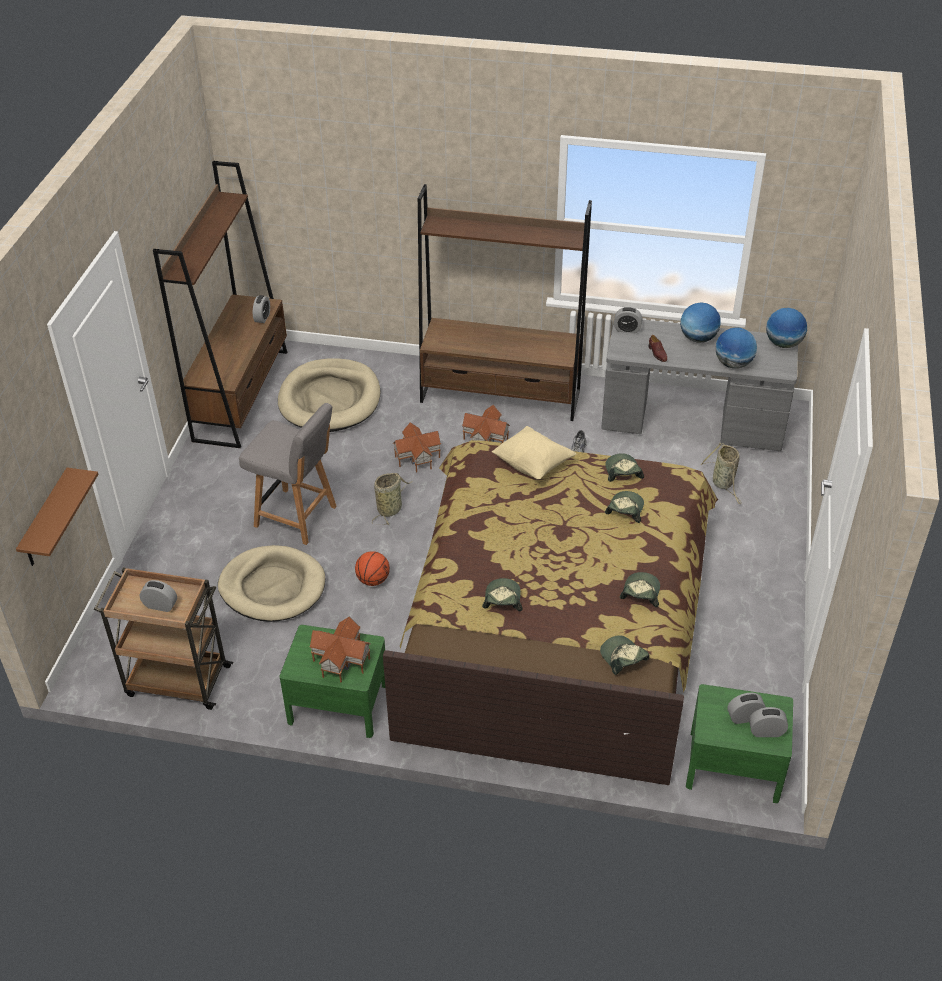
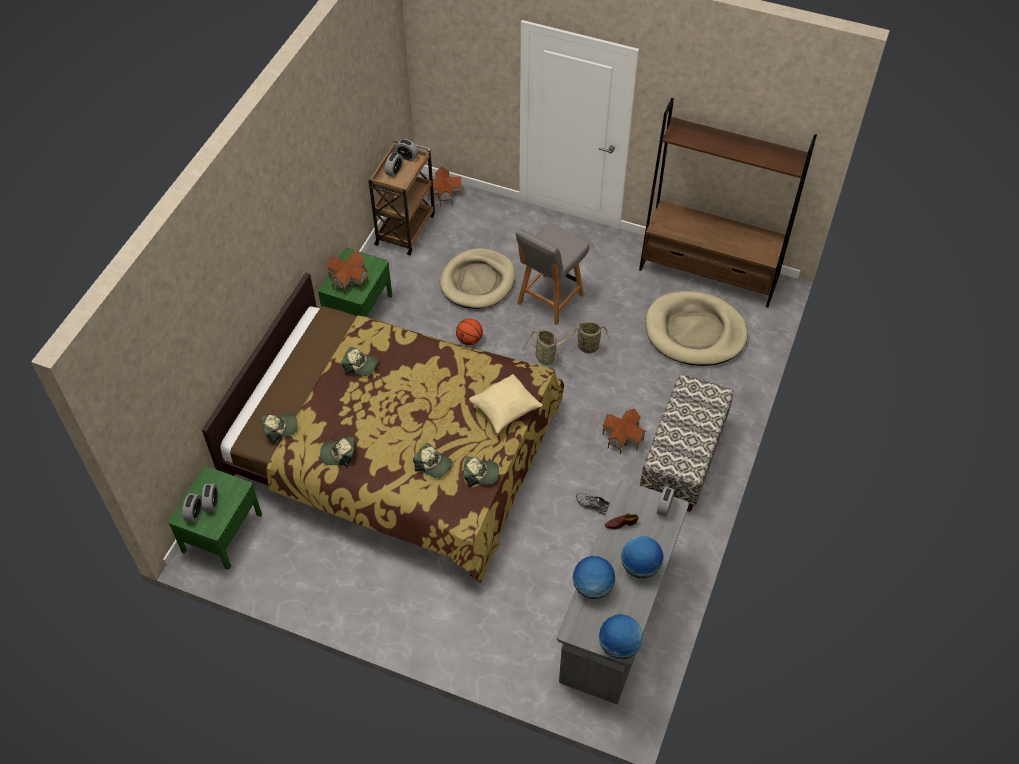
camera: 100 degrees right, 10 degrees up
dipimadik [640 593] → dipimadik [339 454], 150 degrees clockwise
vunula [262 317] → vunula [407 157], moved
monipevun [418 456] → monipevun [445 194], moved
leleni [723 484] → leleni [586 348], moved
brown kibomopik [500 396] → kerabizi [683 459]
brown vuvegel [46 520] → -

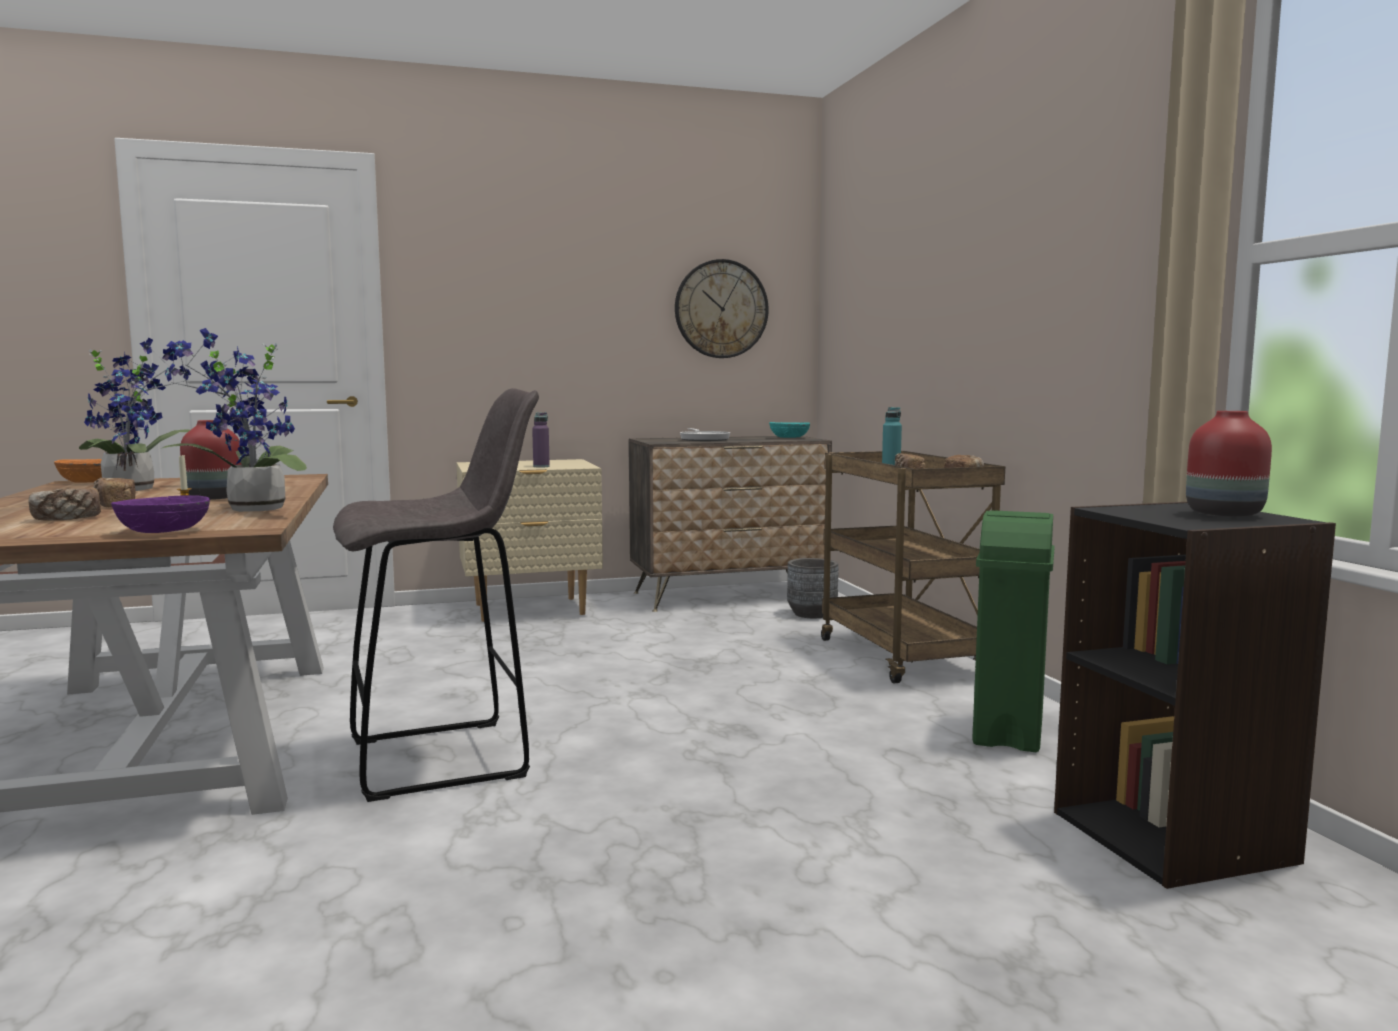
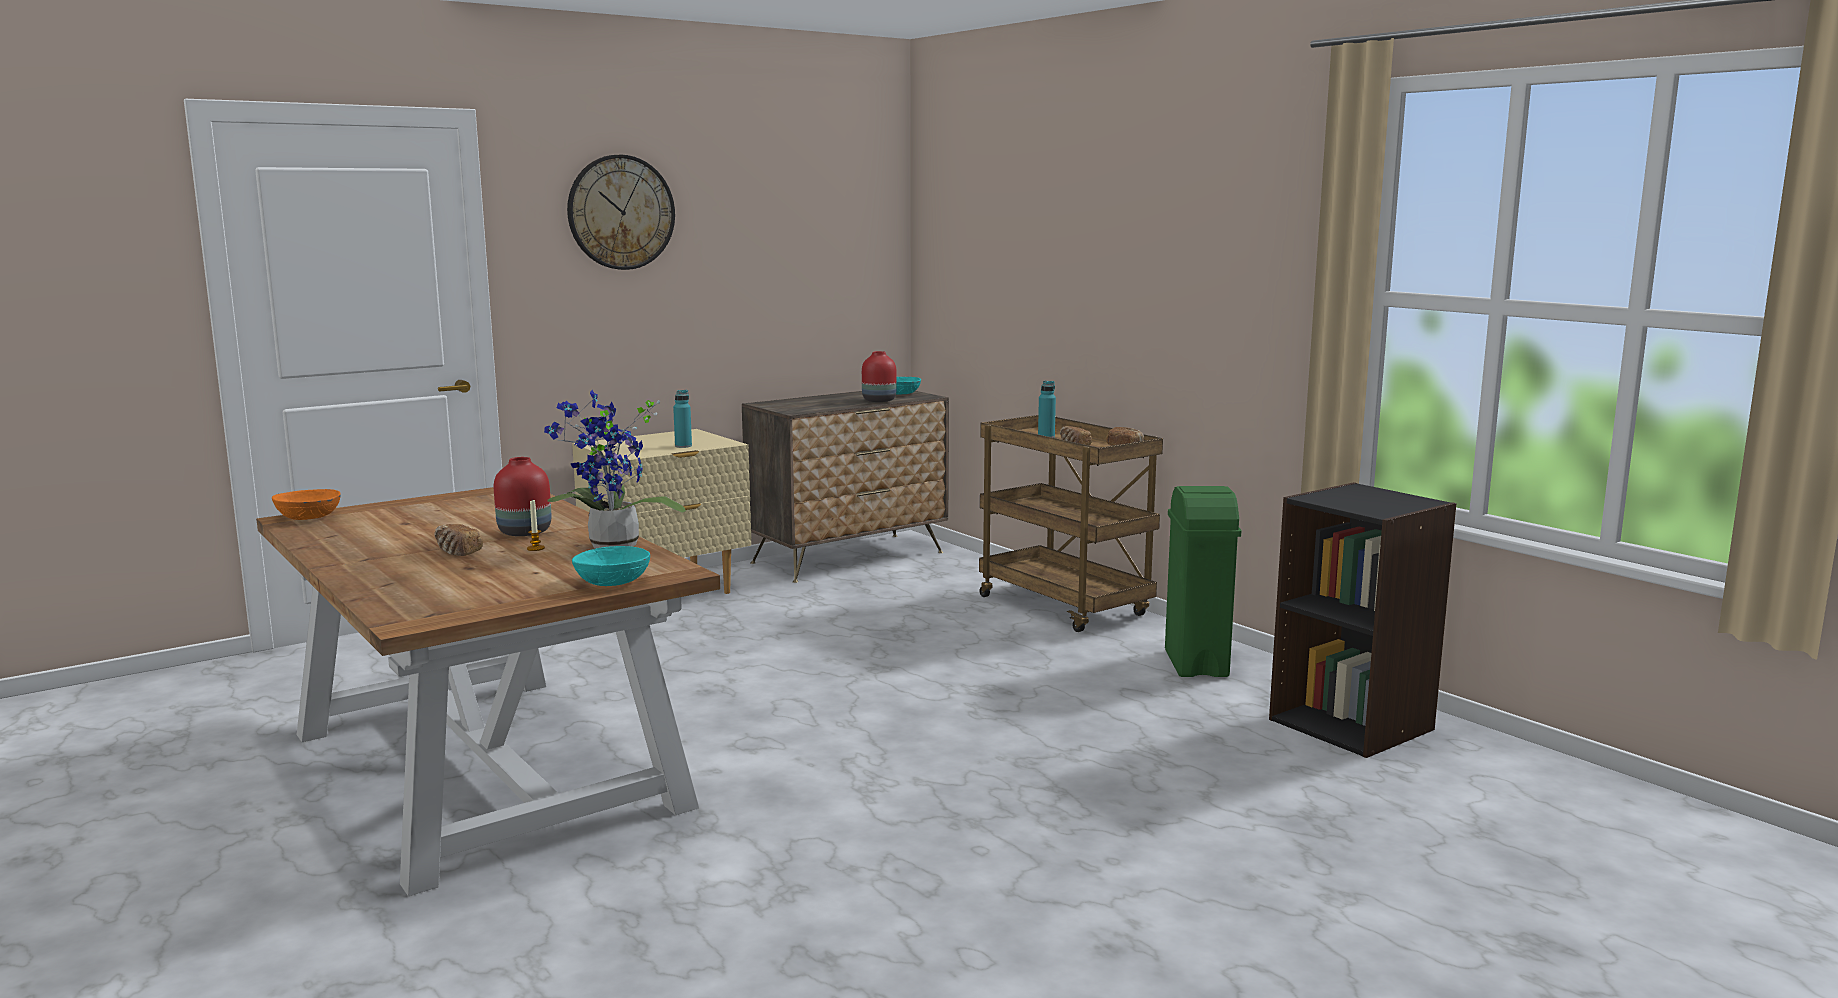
camera: 20 degrees left, 5 degrees up
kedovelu [721 309] → kedovelu [621 212], moved
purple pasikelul [164 531] → turquoise pasikelul [613 582]
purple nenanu [541 466] → turquoise nenanu [683 446]
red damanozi [1224 514] → red damanozi [879 401], moved
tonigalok [67 518] → -
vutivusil [135 489] → -
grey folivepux [445 758] → -
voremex [704 439] → -
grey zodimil [812 614] → -

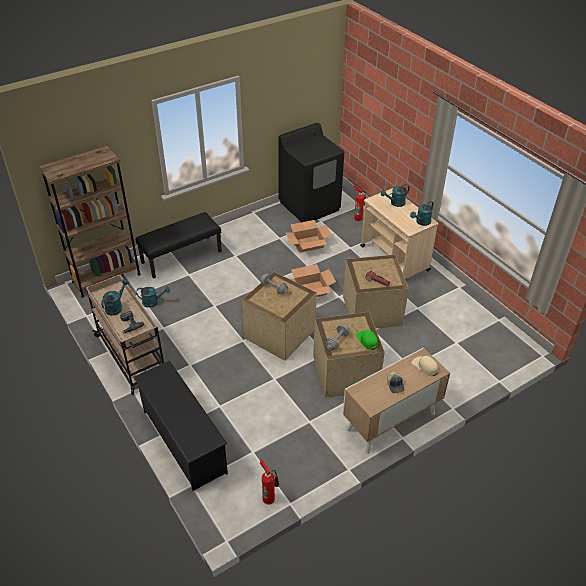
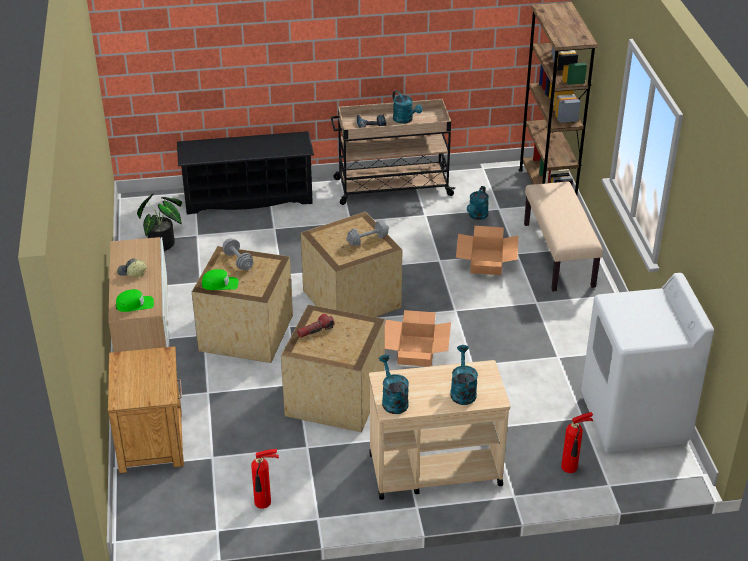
camera: 115 degrees right, 5 degrees down
- → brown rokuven [152 440]
beige dipimadik [425 366] → green dipimadik [135 304]
- → vutivusil [165 243]
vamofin [269 497] → vamofin [264 503], moved
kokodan [308 244] → kokodan [486 262], moved
black kerabizi [181 257] → beige kerabizi [559 255]
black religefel [310 206] → white religefel [634 419]

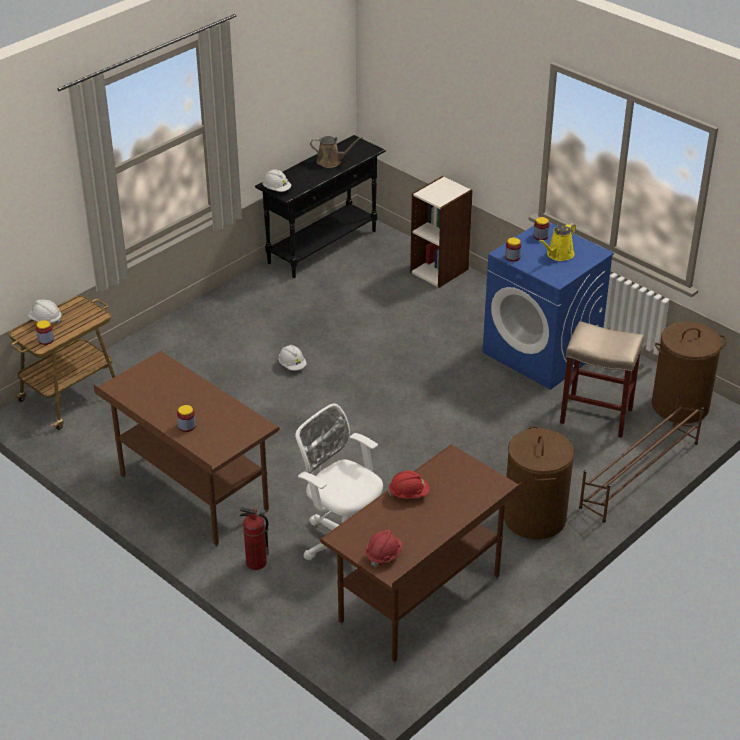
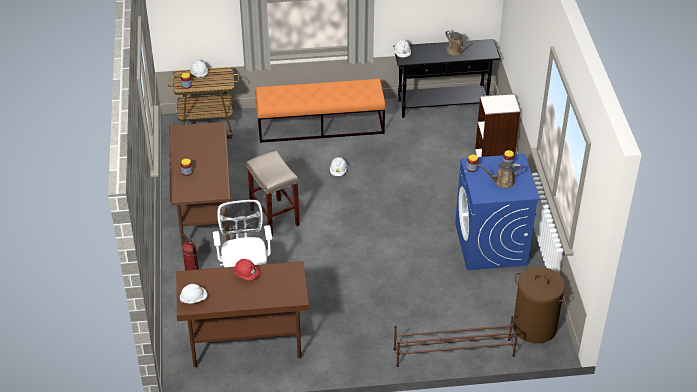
camera: 40 degrees right, 5 degrees up
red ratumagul [383 555] → white ratumagul [194 299]
beige folivepux [597 415] → beige folivepux [275 218], moved
- → orange kerabizi [321 126]
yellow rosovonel [558 255] → brown rosovonel [502 182]
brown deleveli [534 518] → -

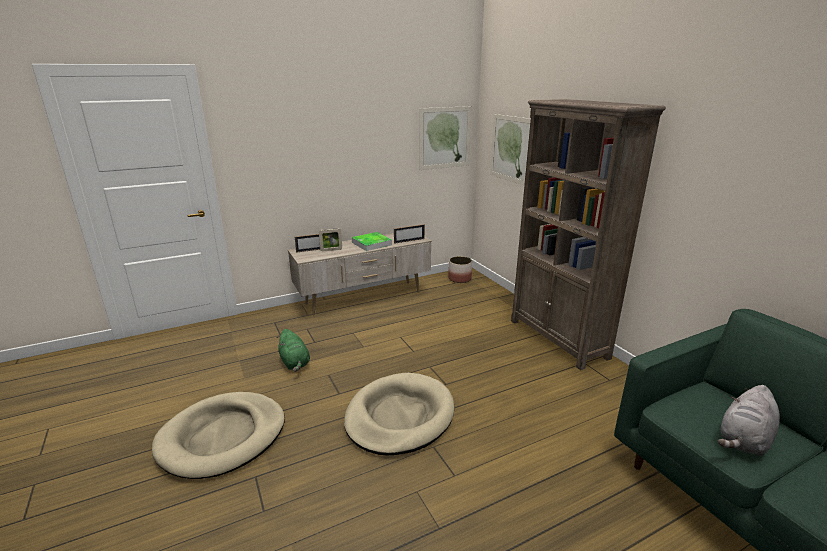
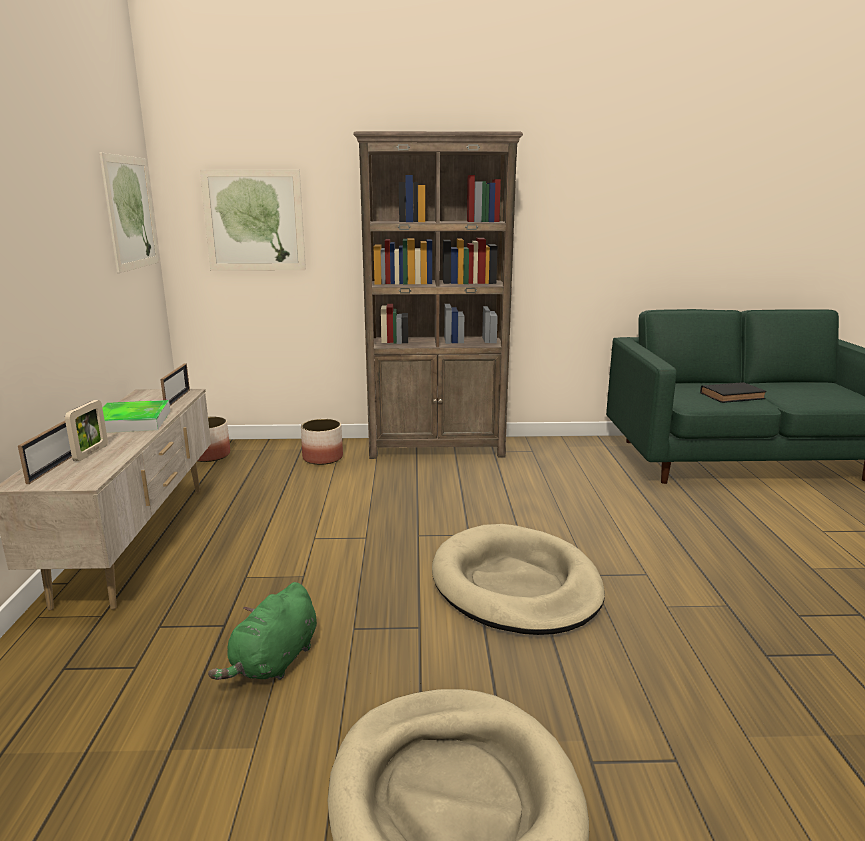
camera: 65 degrees left, 5 degrees down
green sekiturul [295 363] → green sekiturul [274 662], 120 degrees clockwise
- → zodimil [323 458]
grey sekiturul [743 440] → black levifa [733 396]

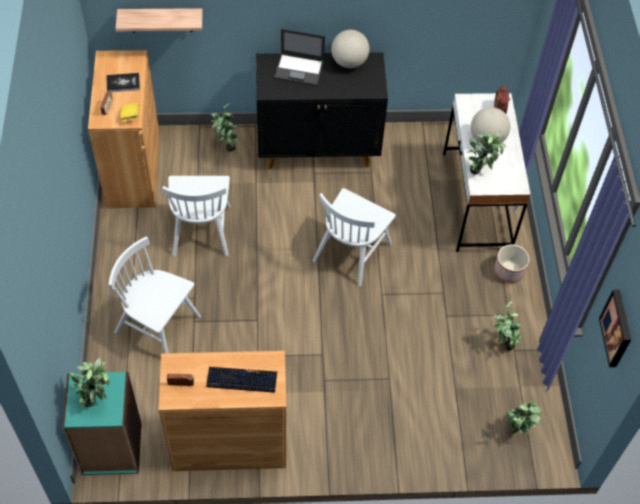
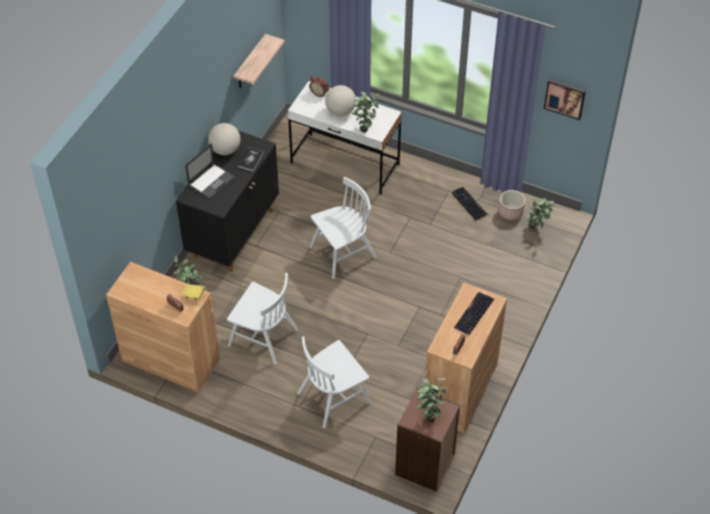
camera: 60 degrees left, 5 degrees down
vuvegel [161 20] → vuvegel [250 63], moved
levifa [123 83] → levifa [250 160], moved
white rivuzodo [352 251] → white rivuzodo [342 253], 90 degrees counterclockwise
turquoise kibomopik [111 449] → brown kibomopik [425 465]
vutivusil [503 343] → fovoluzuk [469 204]
zodimil [509 271] → zodimil [511 212], moved

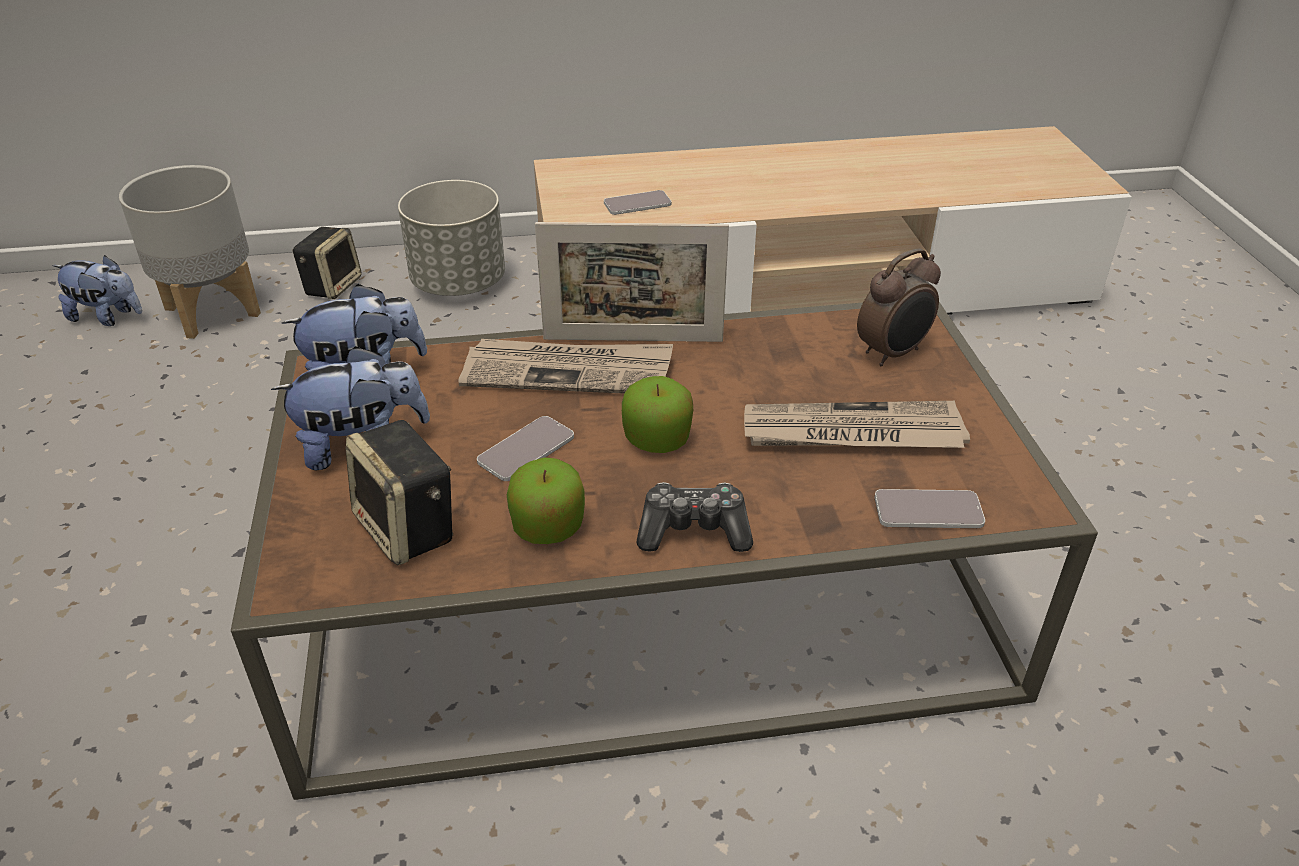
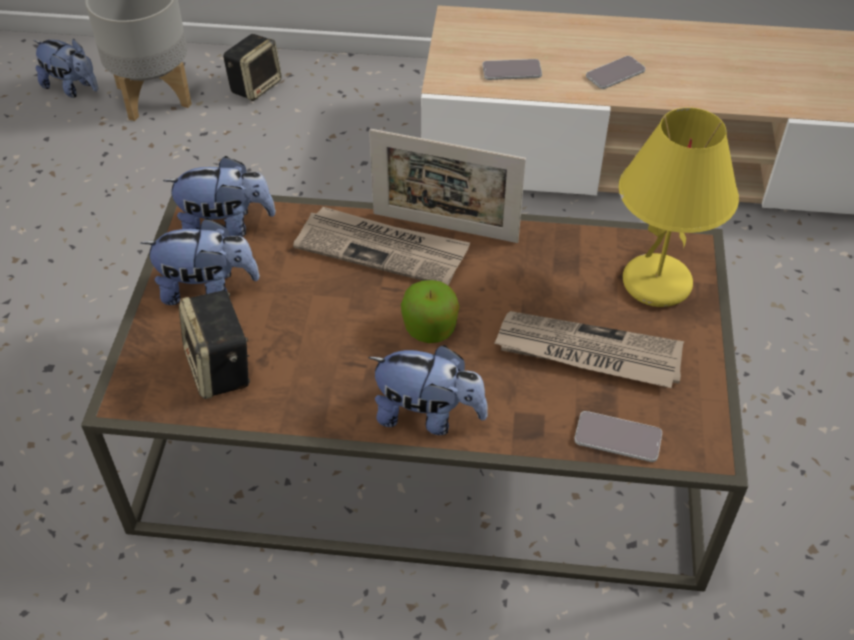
camera: 15 degrees right, 10 degrees up
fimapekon [694 530] → sekiturul [428 415]
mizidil [526 450] → mizidil [615 73], moved
vunula [893 353] → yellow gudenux [657 282]
grey zodimil [458 284] → -
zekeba [548 527] → -

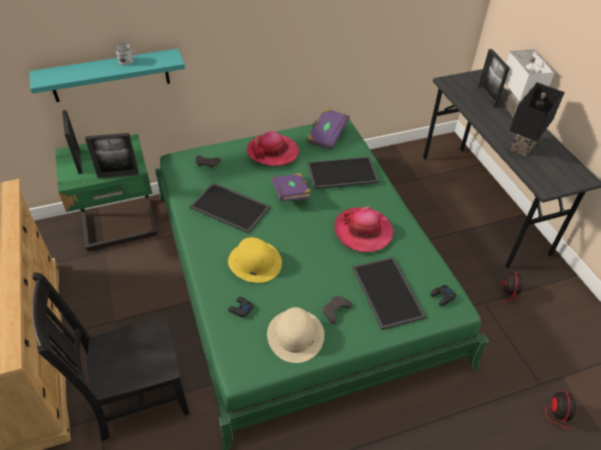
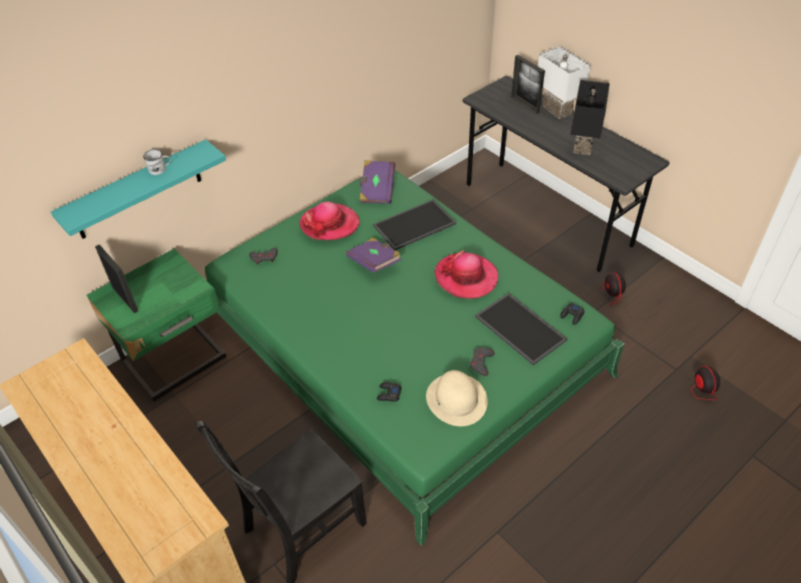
camera: 20 degrees left, 0 degrees up
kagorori [118 175] → -
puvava [231 207] → -
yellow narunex [254 262] → -

